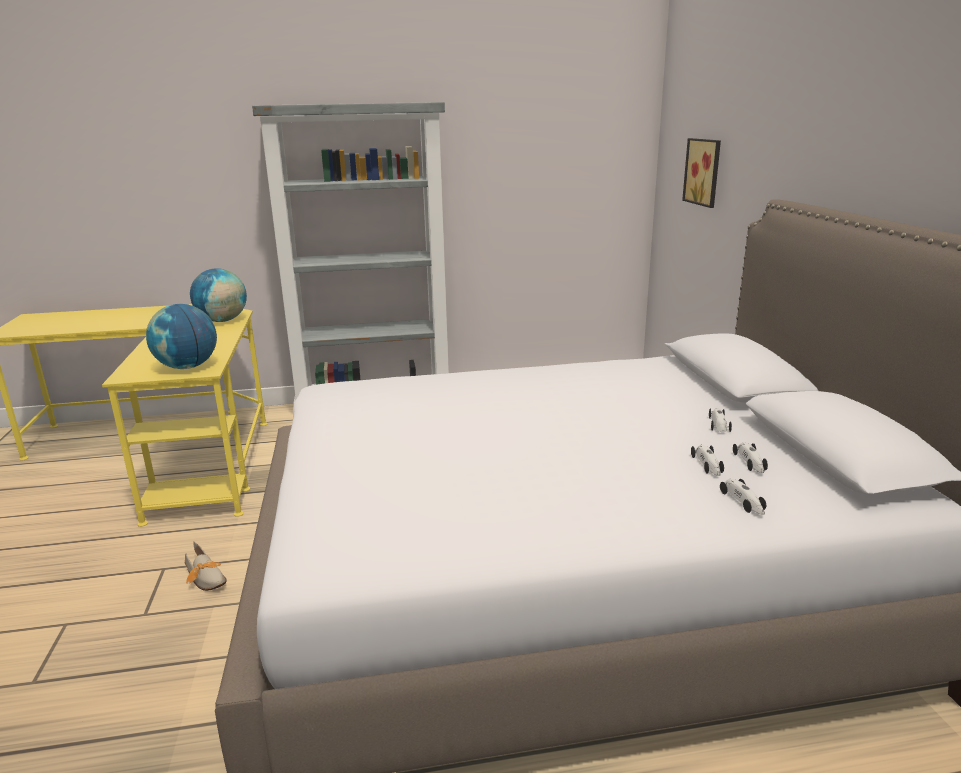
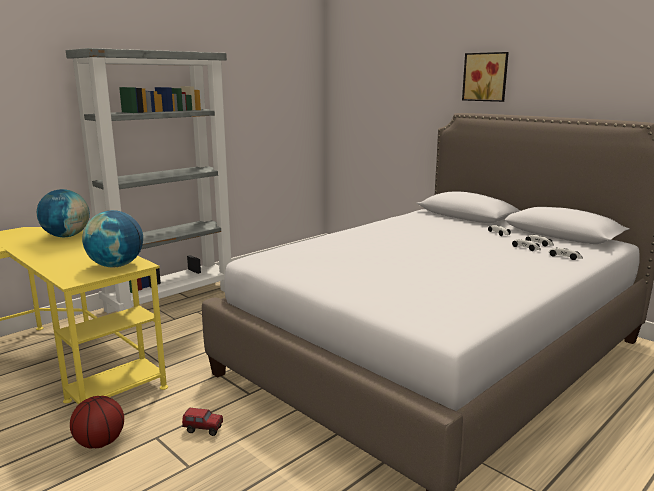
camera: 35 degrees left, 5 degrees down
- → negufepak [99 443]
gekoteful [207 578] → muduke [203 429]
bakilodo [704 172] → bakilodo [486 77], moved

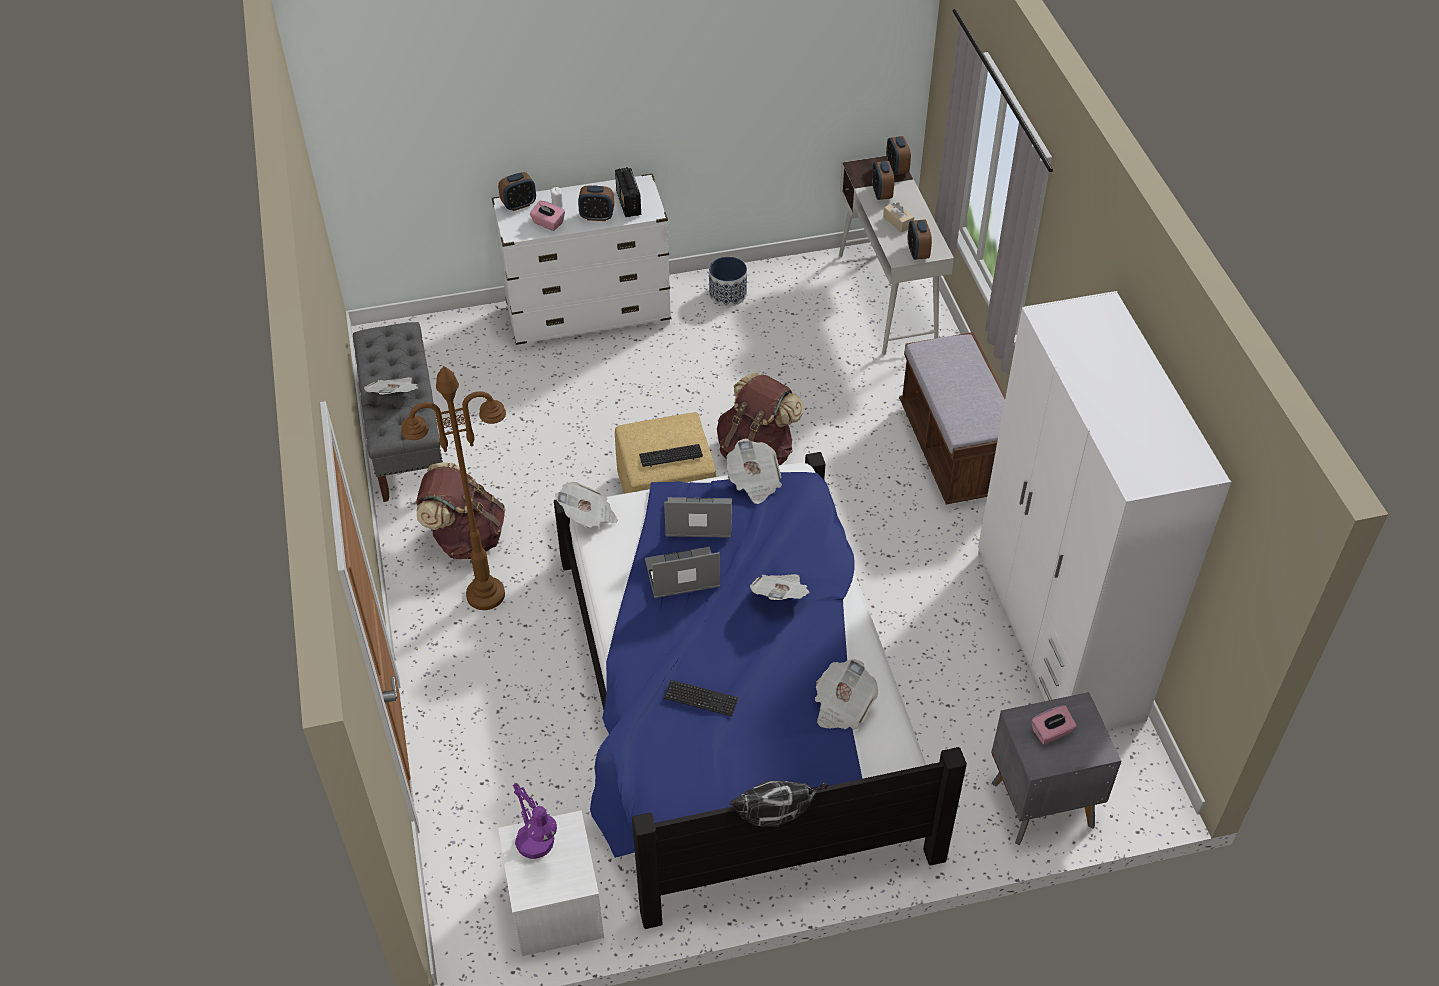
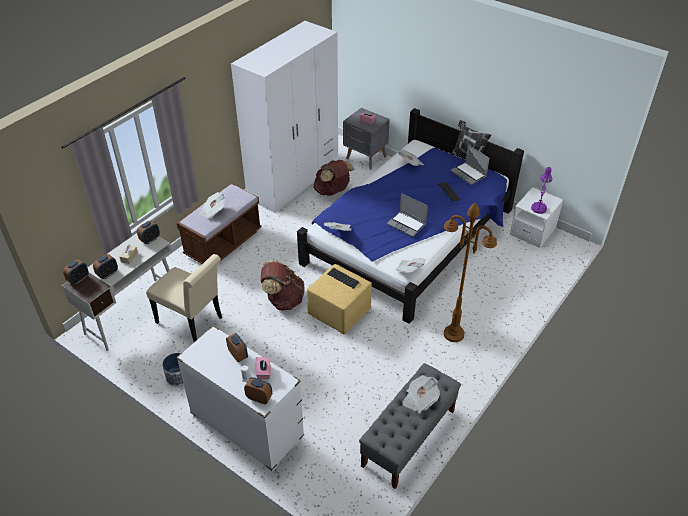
camera: 130 degrees left, 5 degrees down
- → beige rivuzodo [193 322]
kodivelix [780 596] → kodivelix [213 211], moved
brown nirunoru [465 537] → brown nirunoru [332 191], moved
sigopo [698 520] → sigopo [469 174], moved
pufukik [628 204] → -

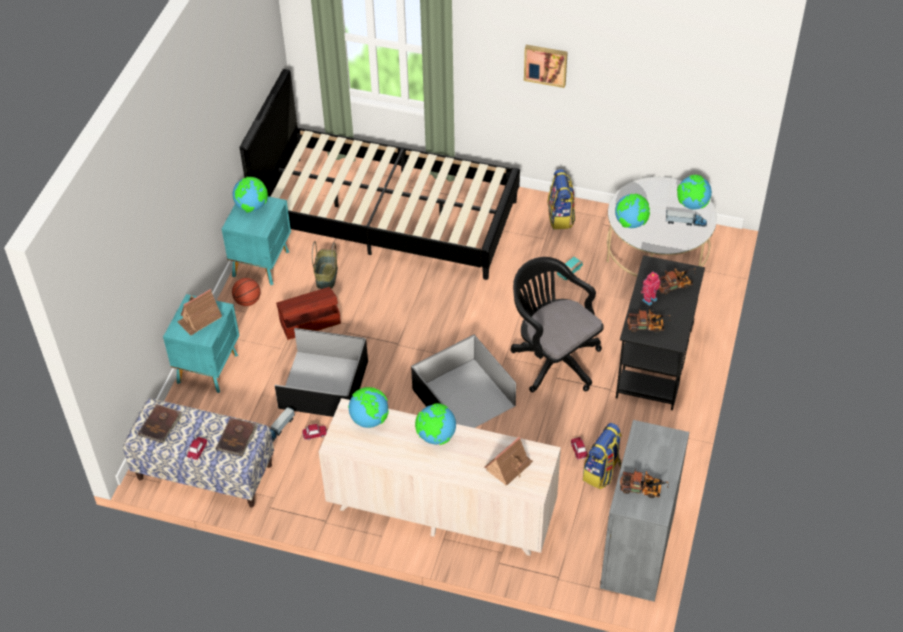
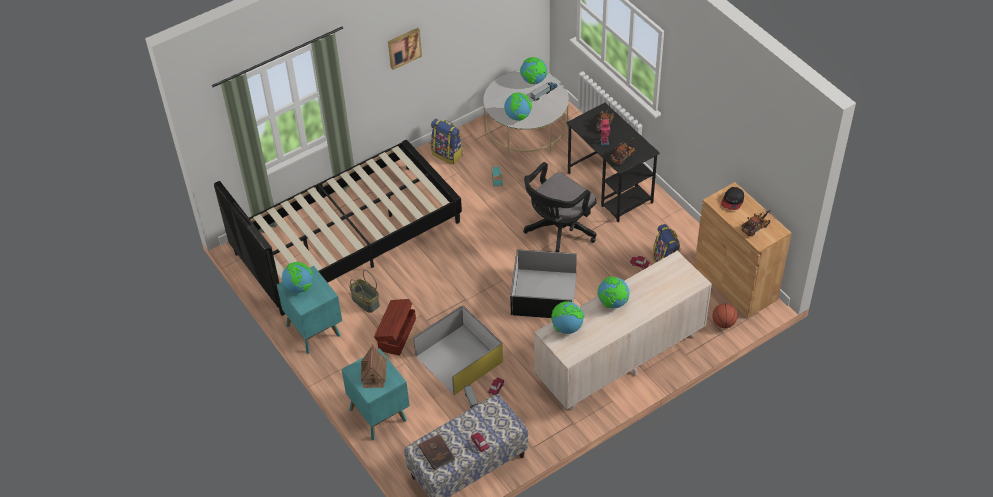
camera: 50 degrees left, 0 degrees up
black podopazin [323 383] → yellow podopazin [458 358]
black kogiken [553 358] → black kogiken [558 231], 45 degrees counterclockwise
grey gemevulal [638 548] → brown gemevulal [735 283]
negufepak [247 301] → negufepak [723 323], moved
- → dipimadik [732 201]
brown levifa [237 438] → -
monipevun [508 466] → -

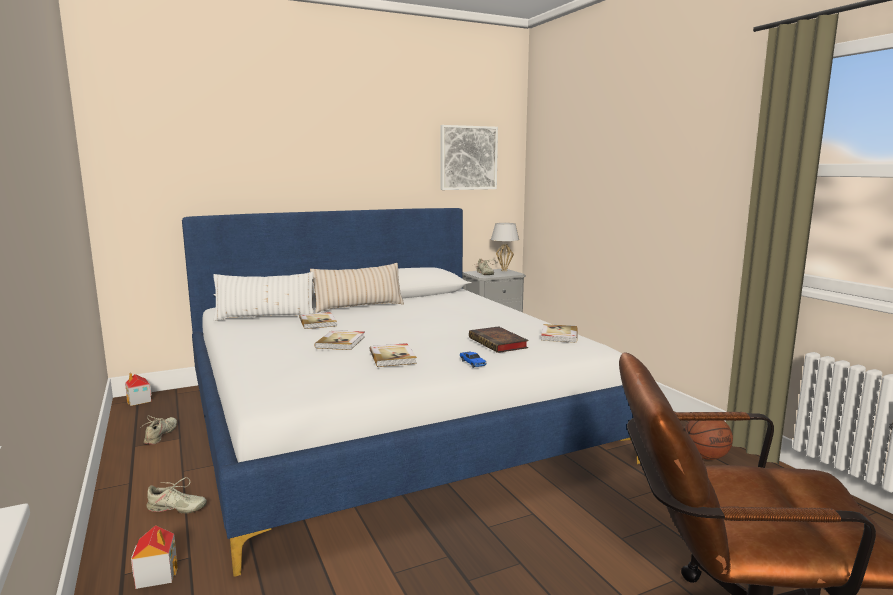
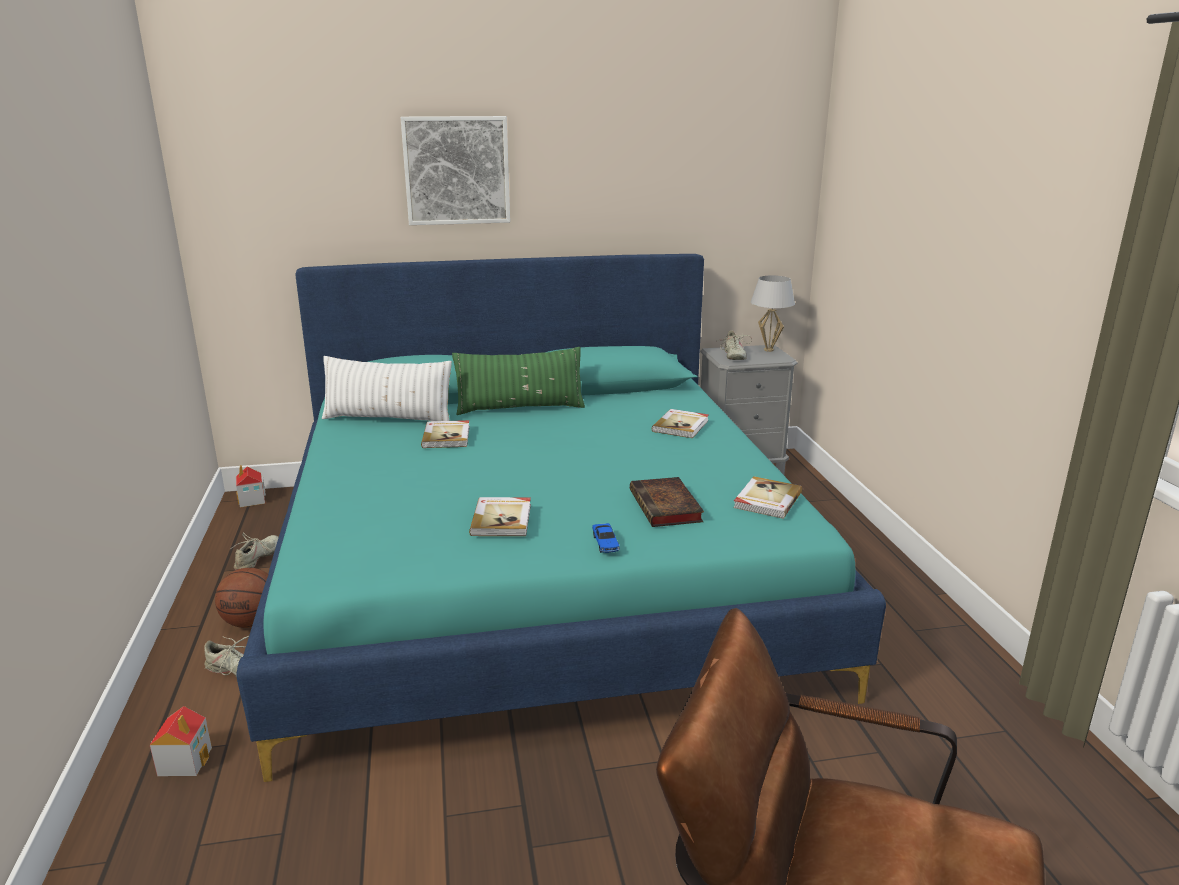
camera: 15 degrees right, 10 degrees up
negufepak [706 456] → negufepak [252 622], moved
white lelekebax [388 420] → turquoise lelekebax [539 573]
bakilodo [468 158] → bakilodo [456 170], moved
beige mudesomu [359 306] → green mudesomu [520 408]
levifa [341 342] → levifa [681 426], moved

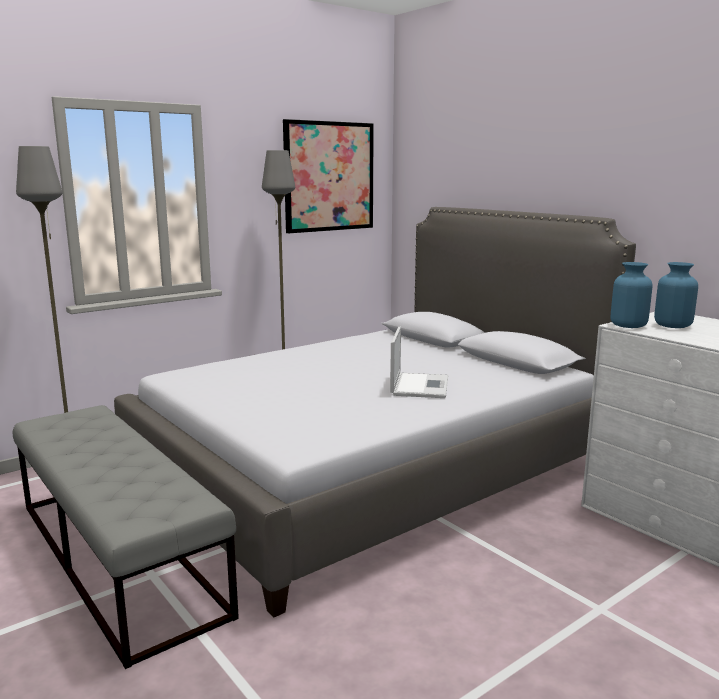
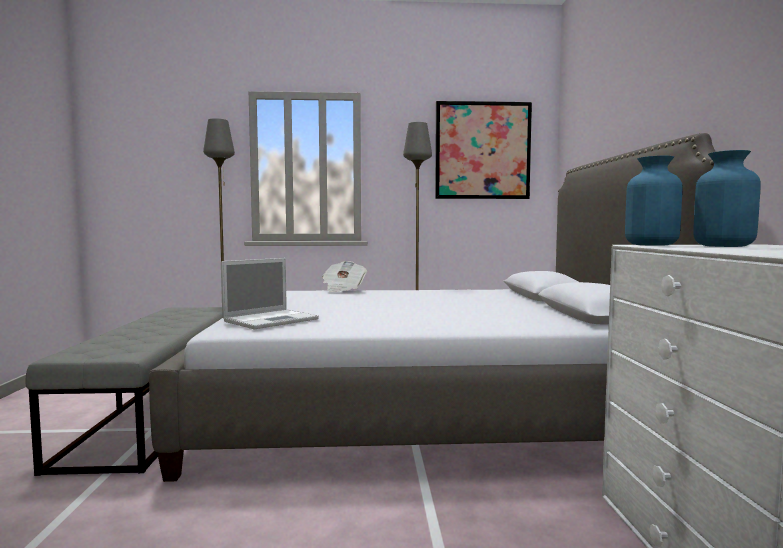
camera: 35 degrees right, 10 degrees down
sigopo [419 385] → sigopo [272 320], moved
- → kodivelix [343 289]

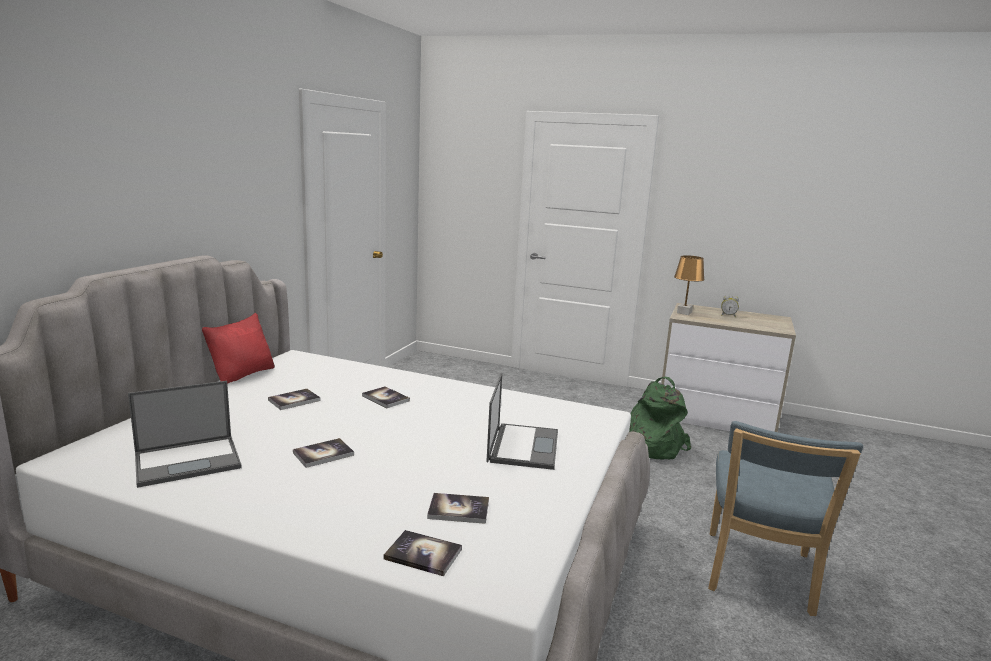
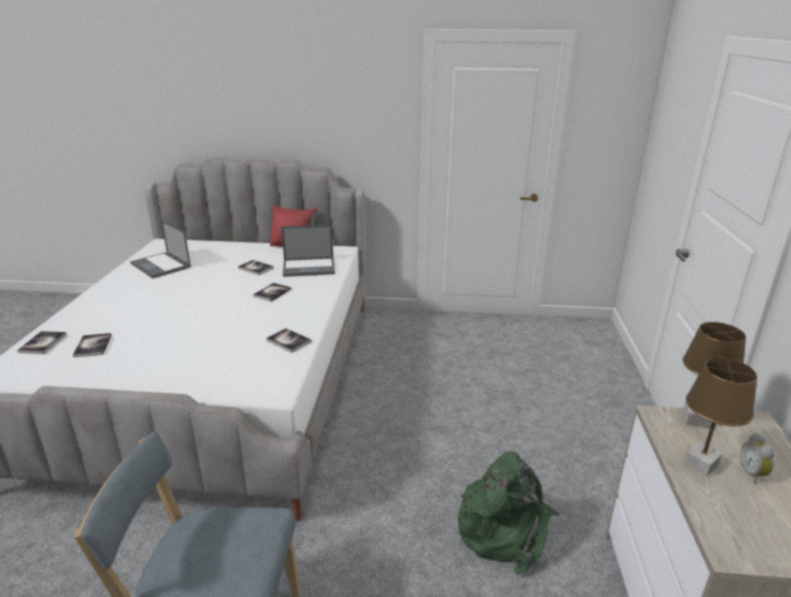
camera: 75 degrees right, 10 degrees up
levifa [323 454] → levifa [288 341], moved
sigopo [523 446] → sigopo [309 267], moved
- → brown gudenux [701 465]

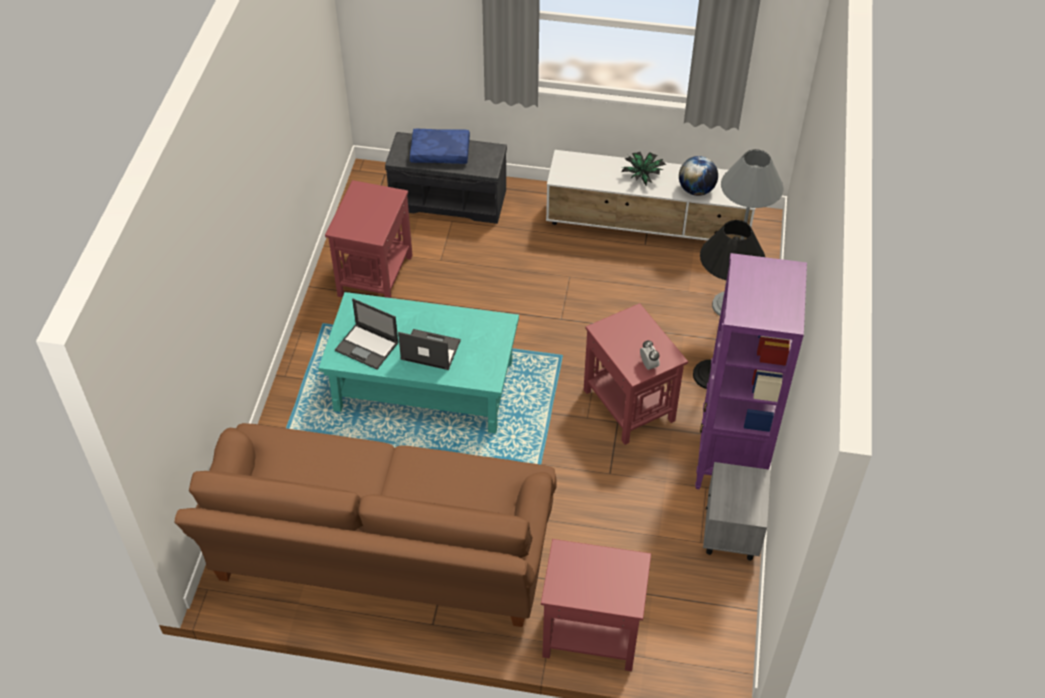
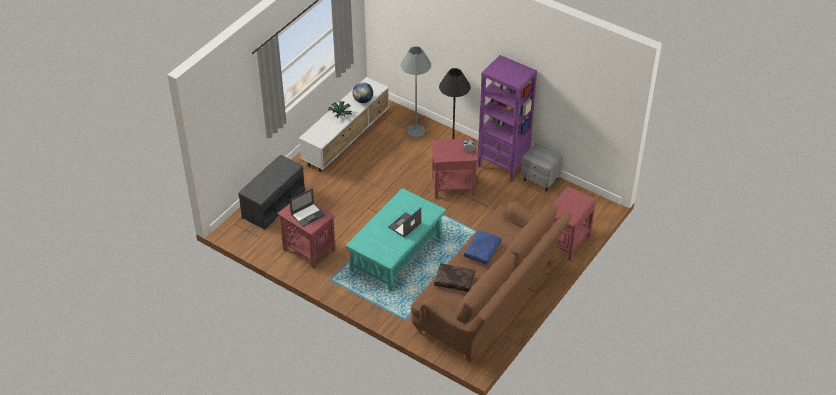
camera: 65 degrees left, 5 degrees down
sigopo [367 347] → sigopo [308 215], moved
- → brown mudesomu [455 280]
blue mudesomu [439 153] → blue mudesomu [483 251], moved

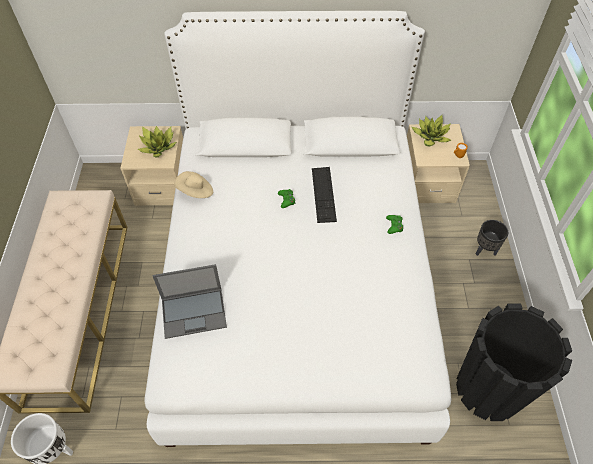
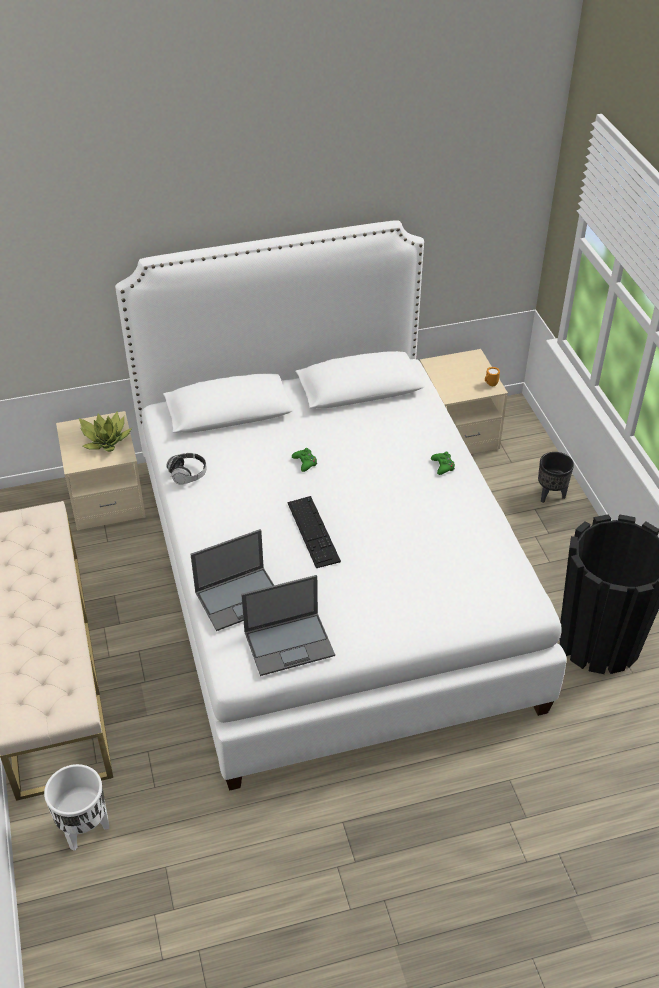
camera: 15 degrees left, 10 degrees down
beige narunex [195 192] → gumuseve [188 474]
- → sigopo [290 643]
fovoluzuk [323 194] → fovoluzuk [313 531], moved
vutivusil [430 137] → -

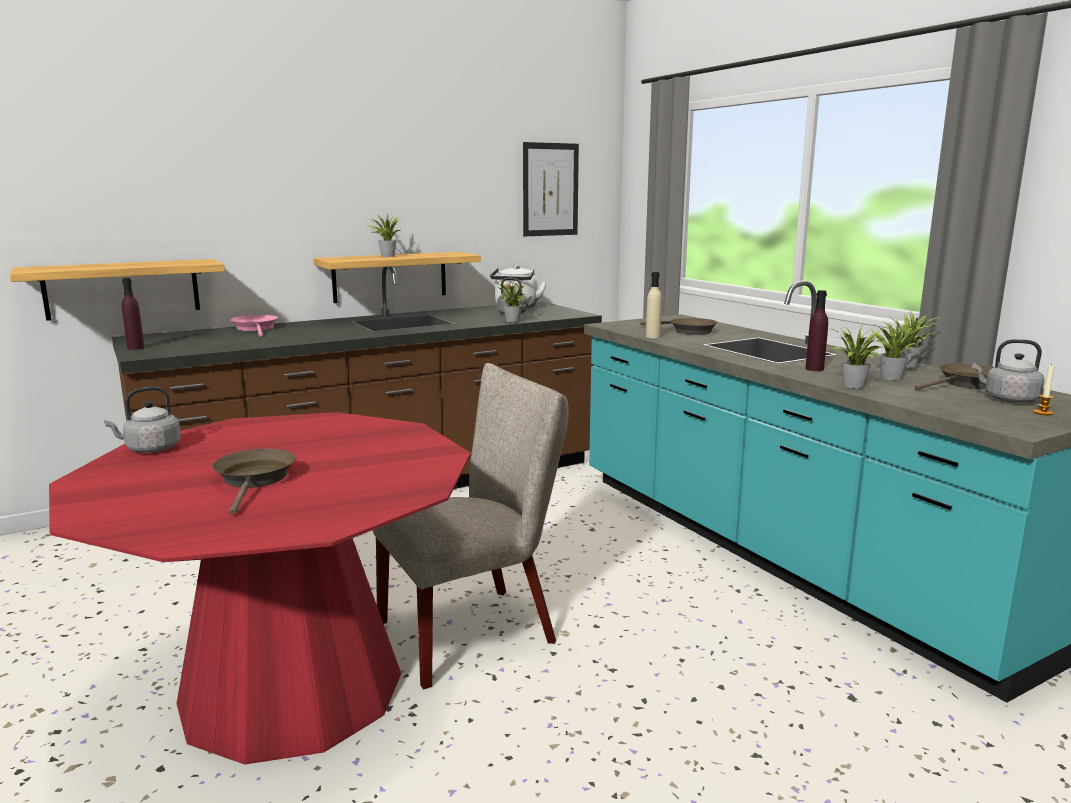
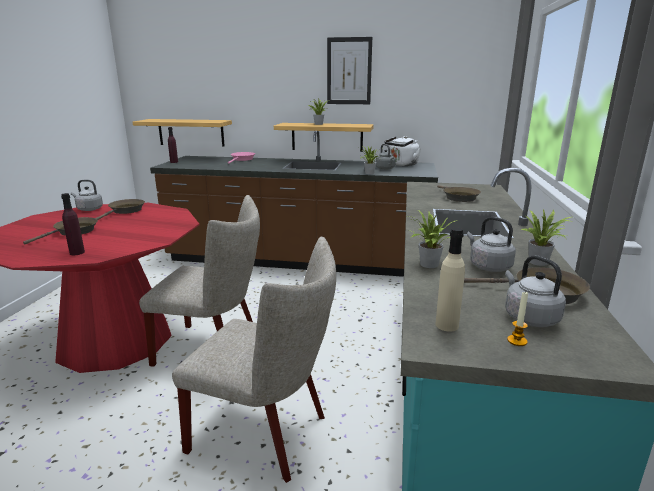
camera: 40 degrees right, 5 degrees up
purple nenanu [814 369] → purple nenanu [77 252], moved
- → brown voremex [125 211]
- → beige rivuzodo [267 434]
bakilodo [550 189] → bakilodo [349 71], moved
beige nenanu [652 337] → beige nenanu [447 325], moved
vutivusil [890 377] → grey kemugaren [488 266]

